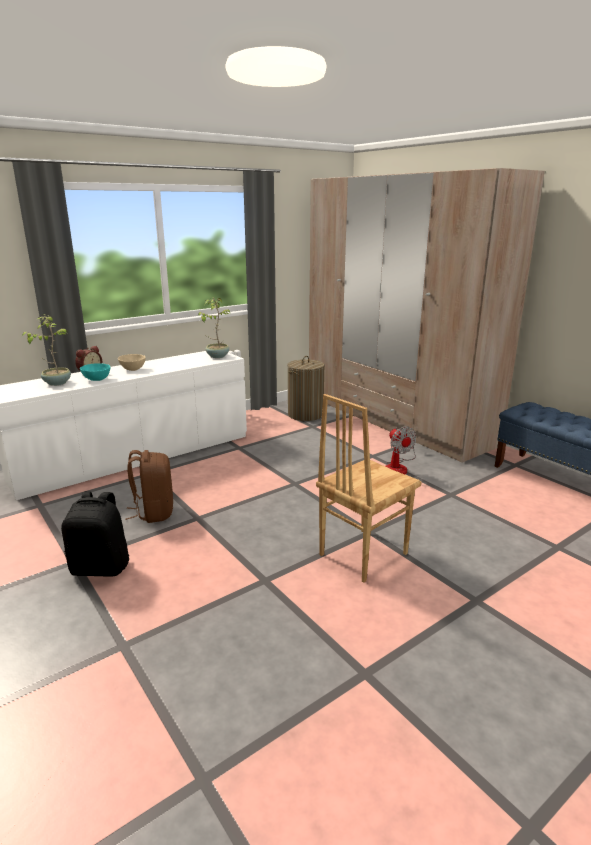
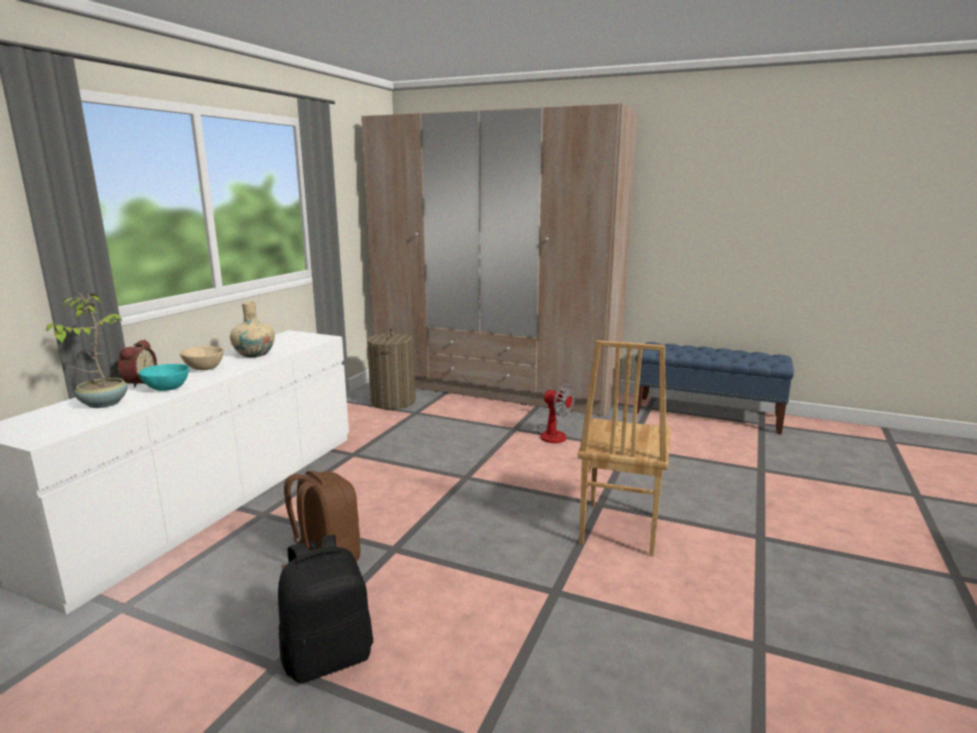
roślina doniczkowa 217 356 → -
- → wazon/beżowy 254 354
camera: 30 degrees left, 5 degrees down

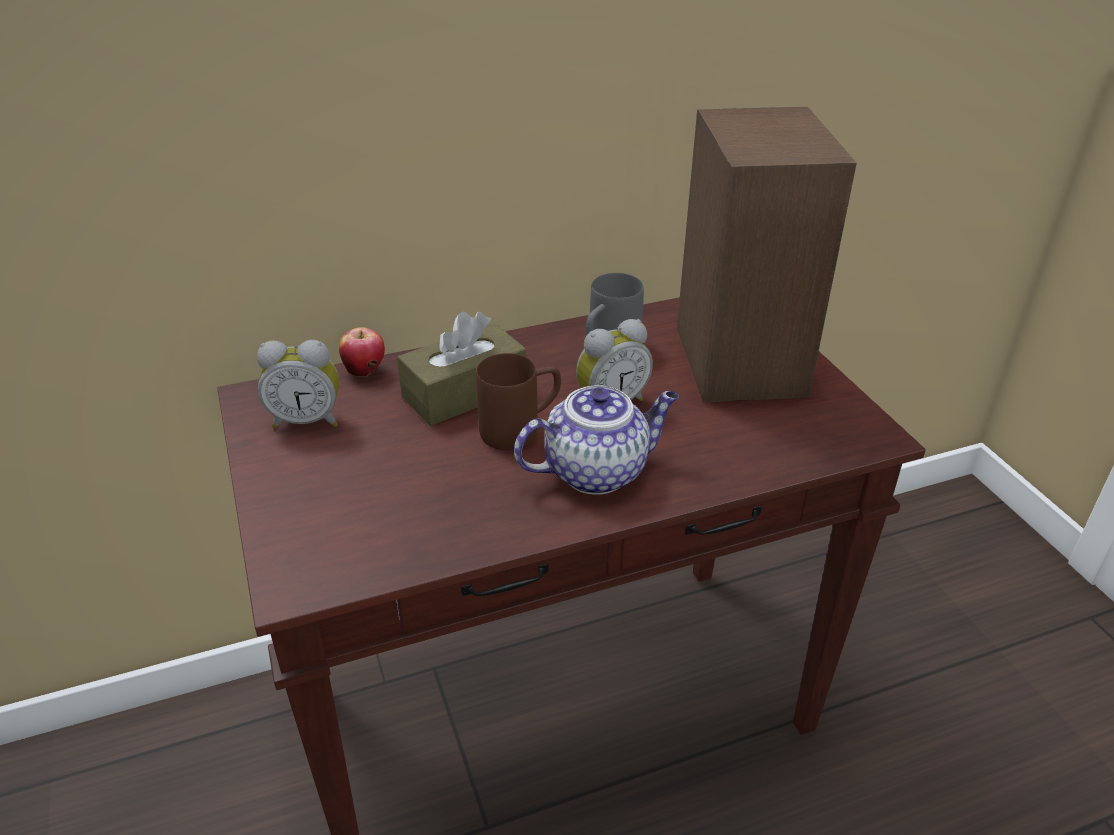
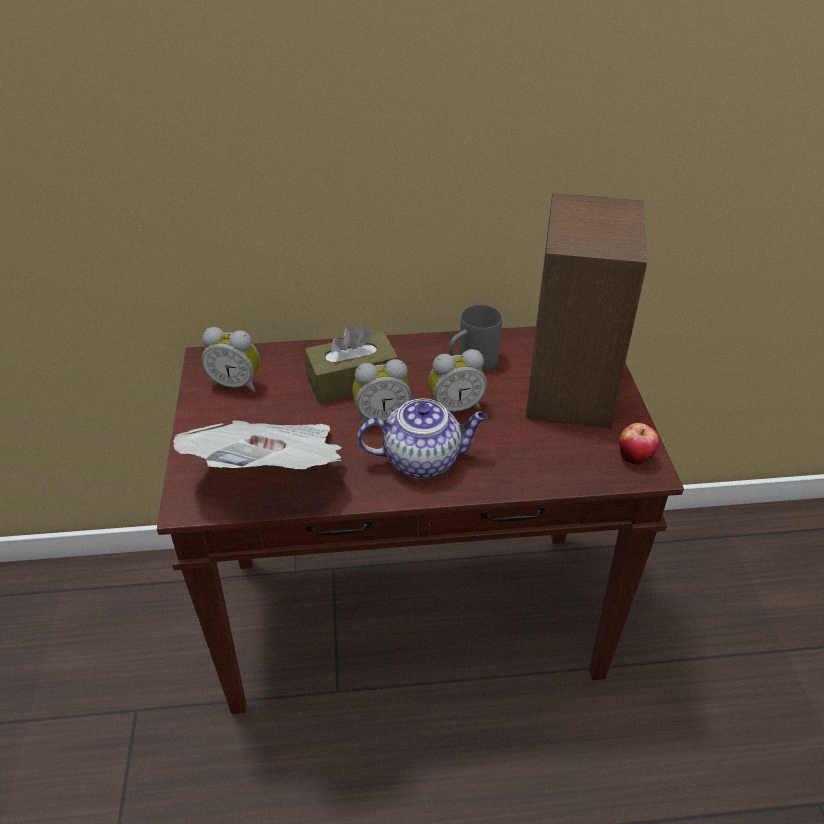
jabłko 365 371 → jabłko 635 458, shifted
kubek/brązowy 521 429 → budzik 382 417
- → gazeta 272 473
camera: 15 degrees right, 5 degrees up

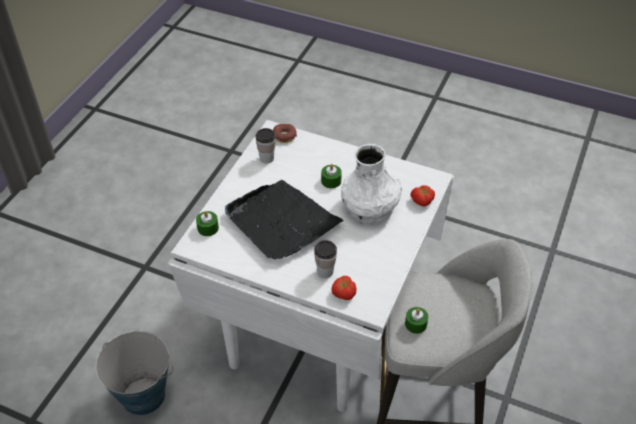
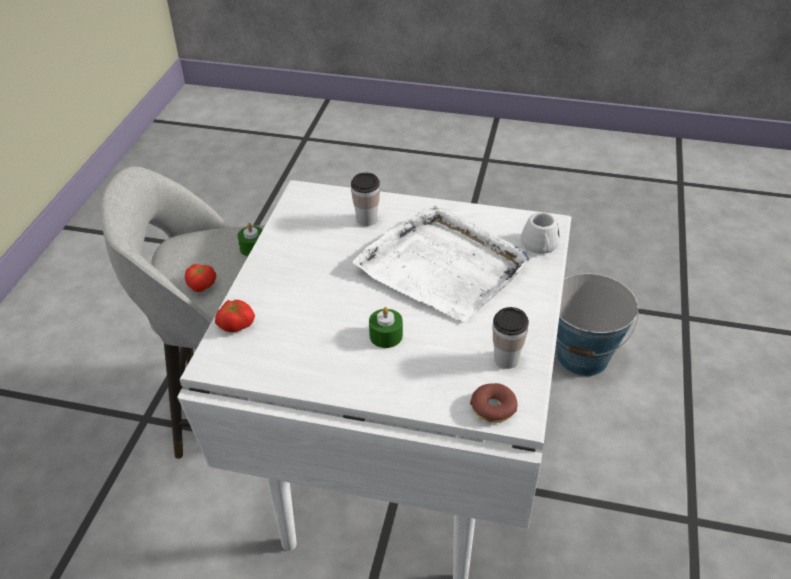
wazon/biały 370 207 → -
taca/czarny 281 222 → taca/biały 443 266
świeca/zielony 208 228 → kubek/biały 540 246
pomidor 343 293 → pomidor 202 285, shifted
camera: 170 degrees right, 5 degrees down

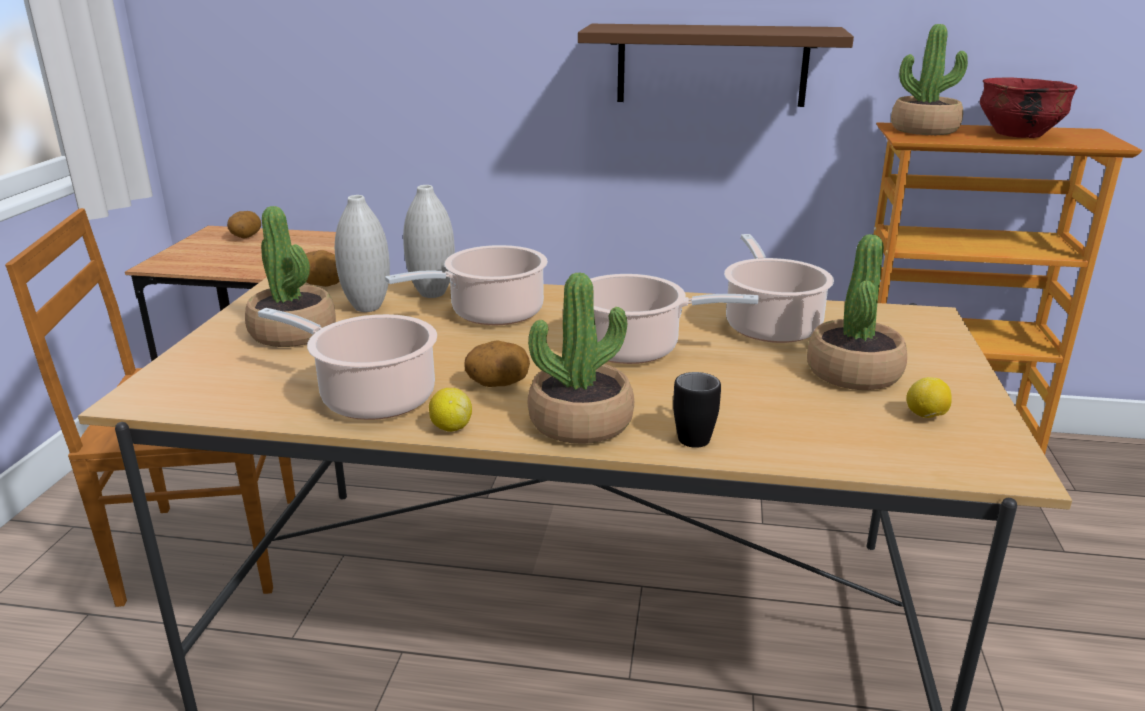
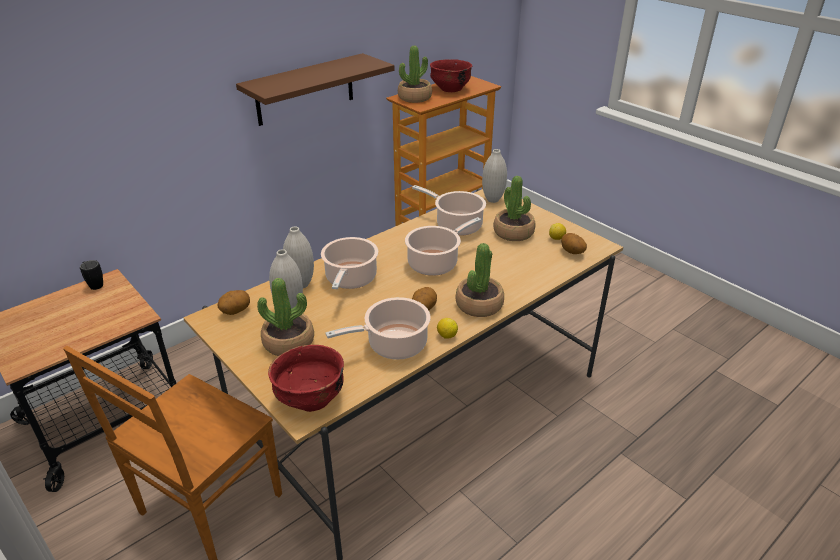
ziemniak 246 237 → ziemniak 572 252, shifted
kubek/czarny 693 434 → kubek/czarny 94 284, shifted
- → wazon/biały 493 200
- → miska/czerwony 310 399
camera: 50 degrees left, 10 degrees up

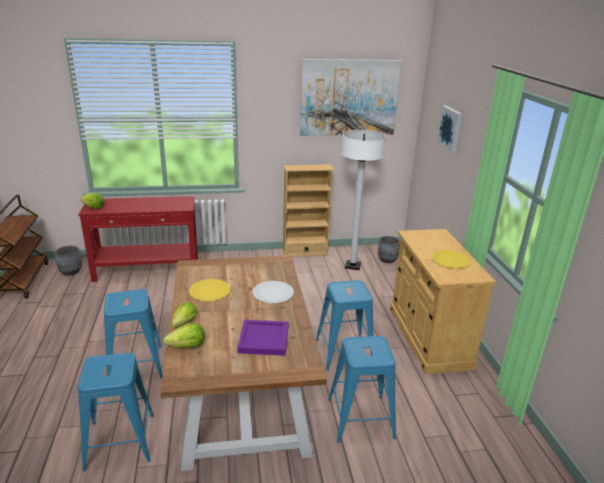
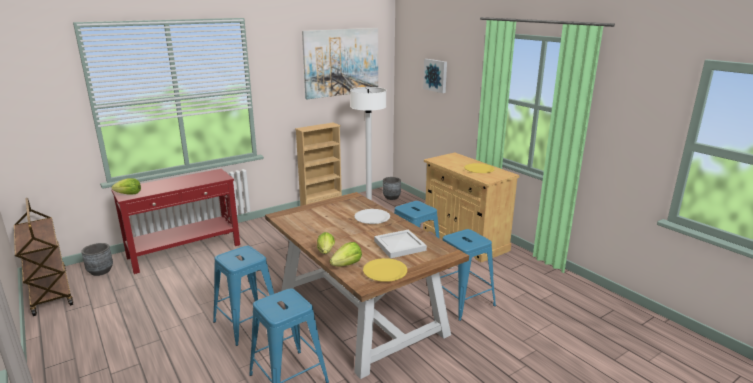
talerz/żółty 210 291 → talerz/żółty 385 271, shifted
taca/fioletowy 264 339 → taca/biały 400 245
camera: 25 degrees left, 5 degrees down

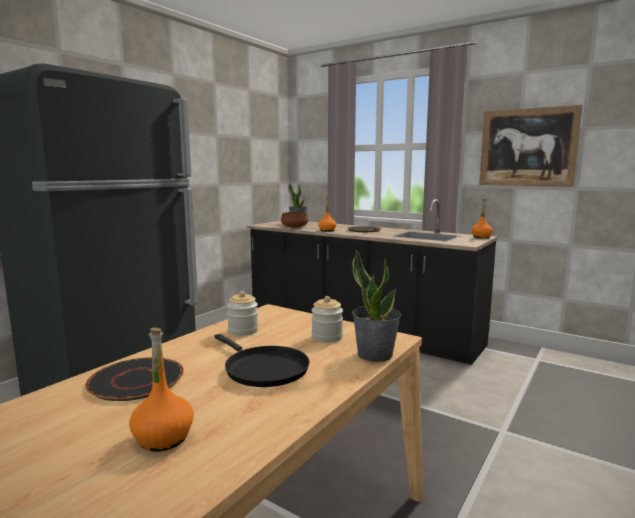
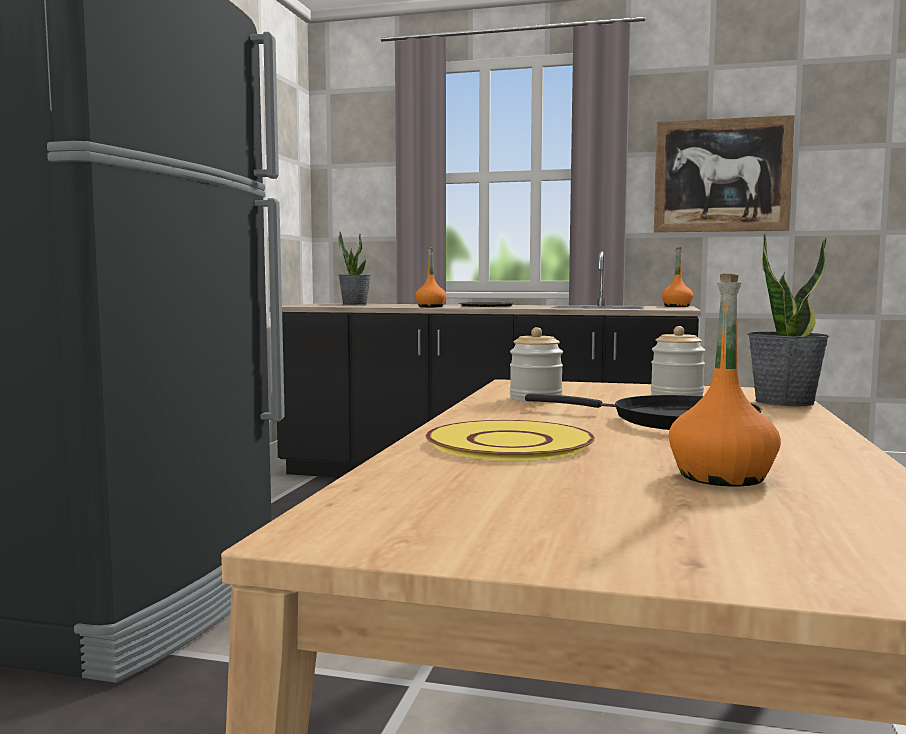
garnek/brązowy 294 227 → -
talerz/czarny 137 380 → talerz/żółty 510 443
camera: 20 degrees left, 5 degrees down

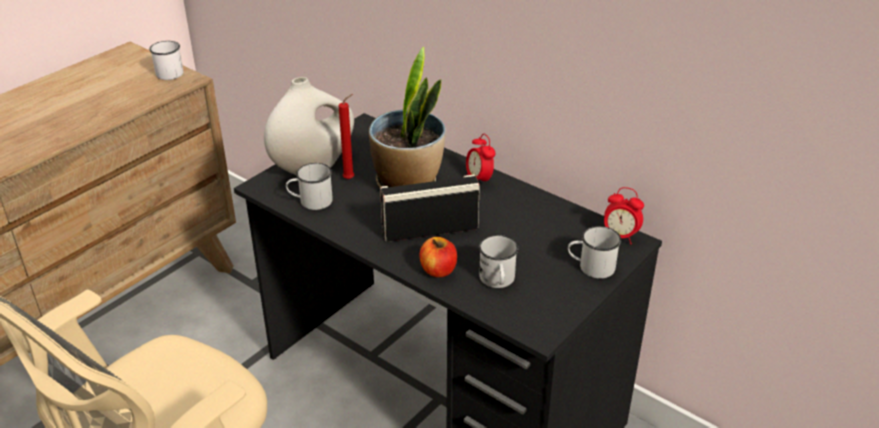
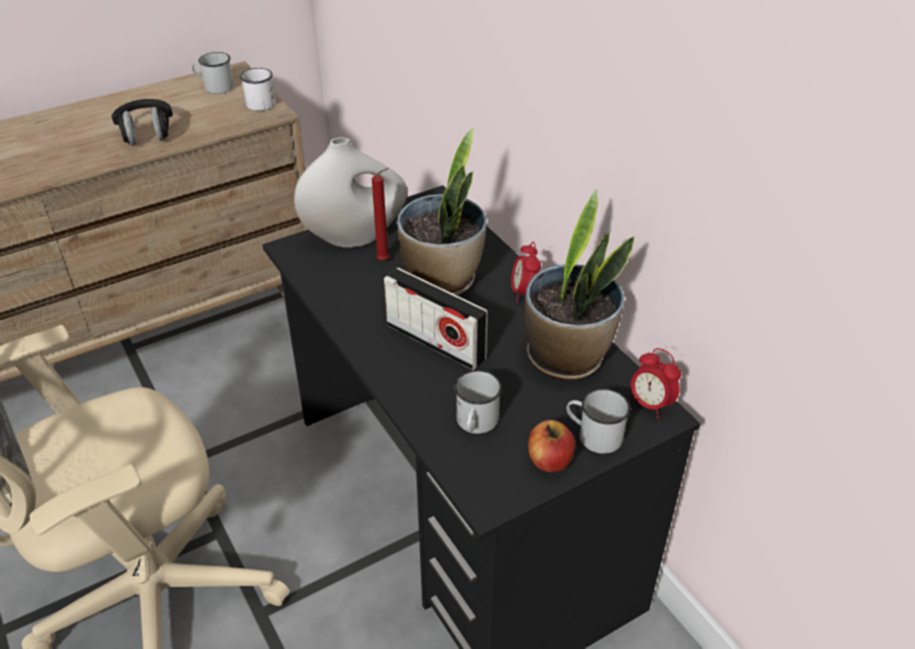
kubek/biały 311 201 → kubek/biały 215 87, shifted
radio 430 230 → radio 435 342, 150 degrees counterclockwise
jabłko 438 270 → jabłko 550 460, shifted
- → słuchawki/czarny 146 133
- → roślina doniczkowa 567 357
camera: 20 degrees right, 5 degrees up

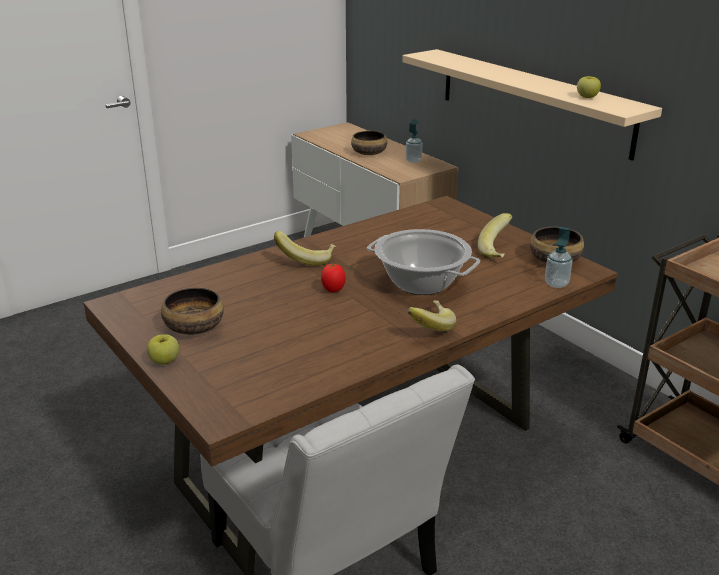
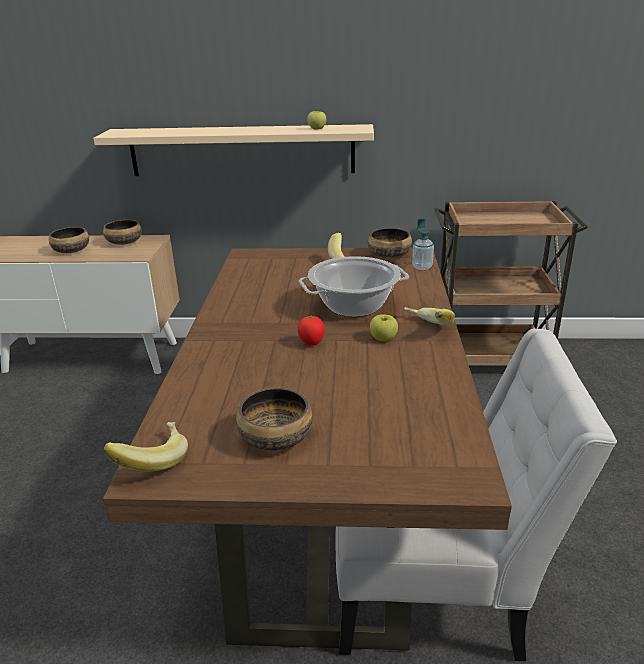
dozownik mydła 413 160 → miska 124 242
banan 306 259 → banan 152 461, shifted
jabłko 165 361 → jabłko 383 338, shifted
camera: 50 degrees left, 0 degrees up

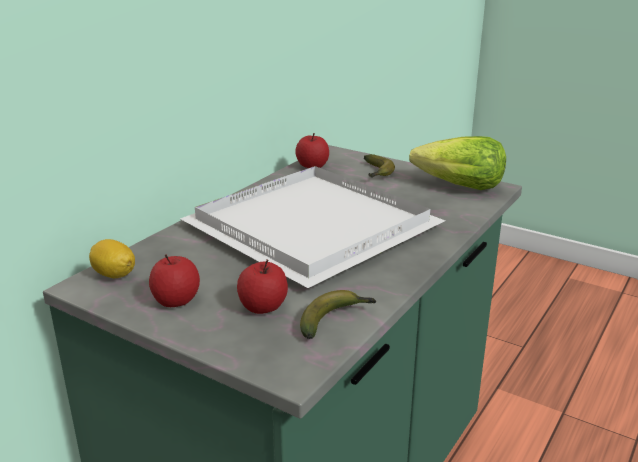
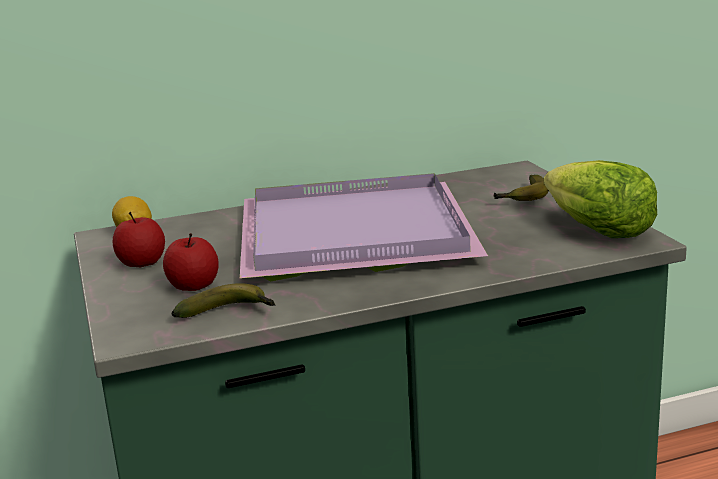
jabłko 312 166 → -
taca/biały 312 230 → taca/fioletowy 350 236
camera: 40 degrees right, 5 degrees down

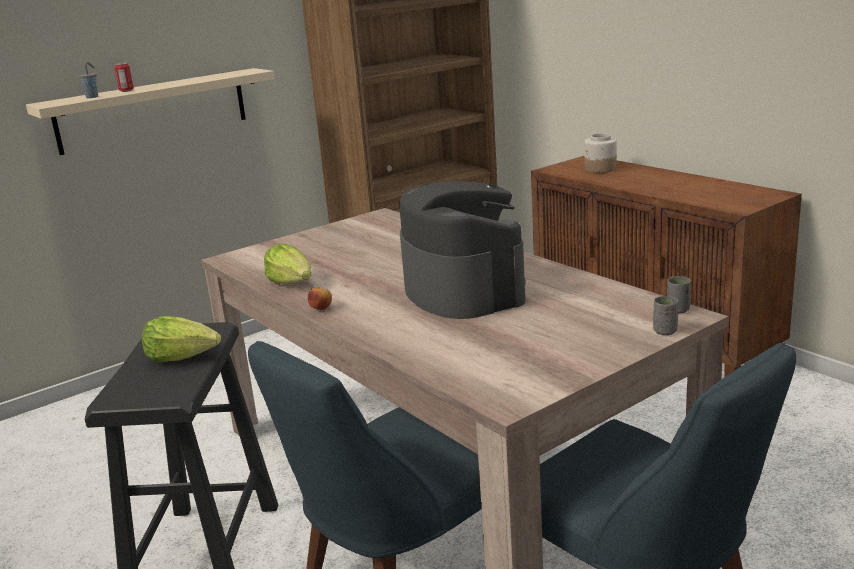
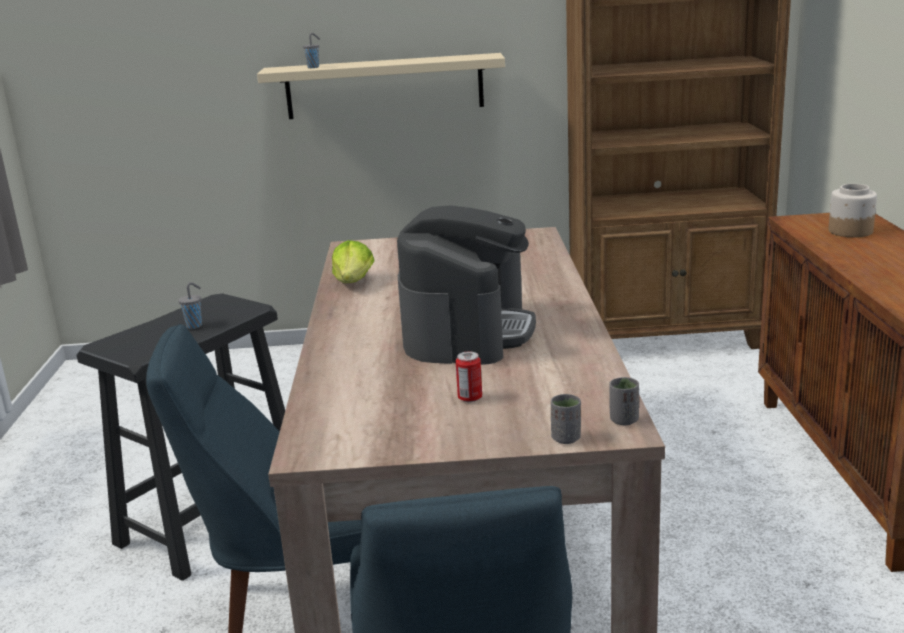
puszka 126 91 → puszka 470 398, shifted
jabłko 321 309 → -
sałata 183 357 → filiżanka/szary 195 325
camera: 35 degrees right, 0 degrees up

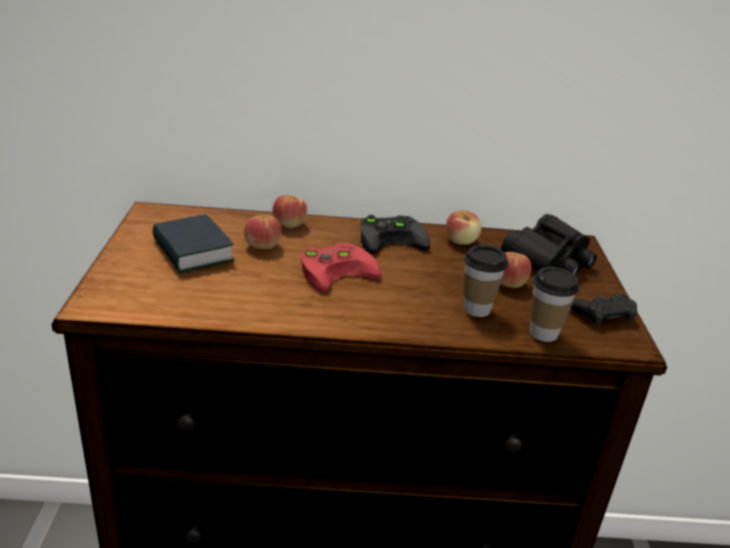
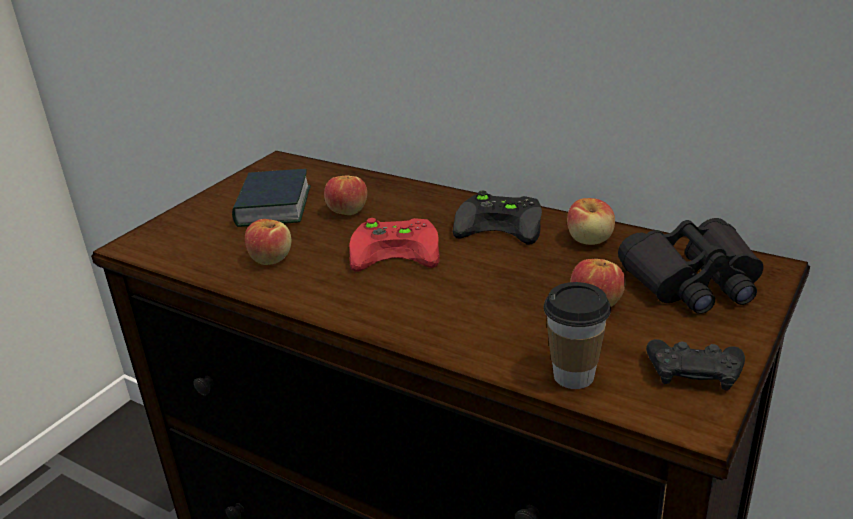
jabłko 289 224 → jabłko 271 258, shifted
filiżanka 477 309 → -
camera: 35 degrees right, 0 degrees up

